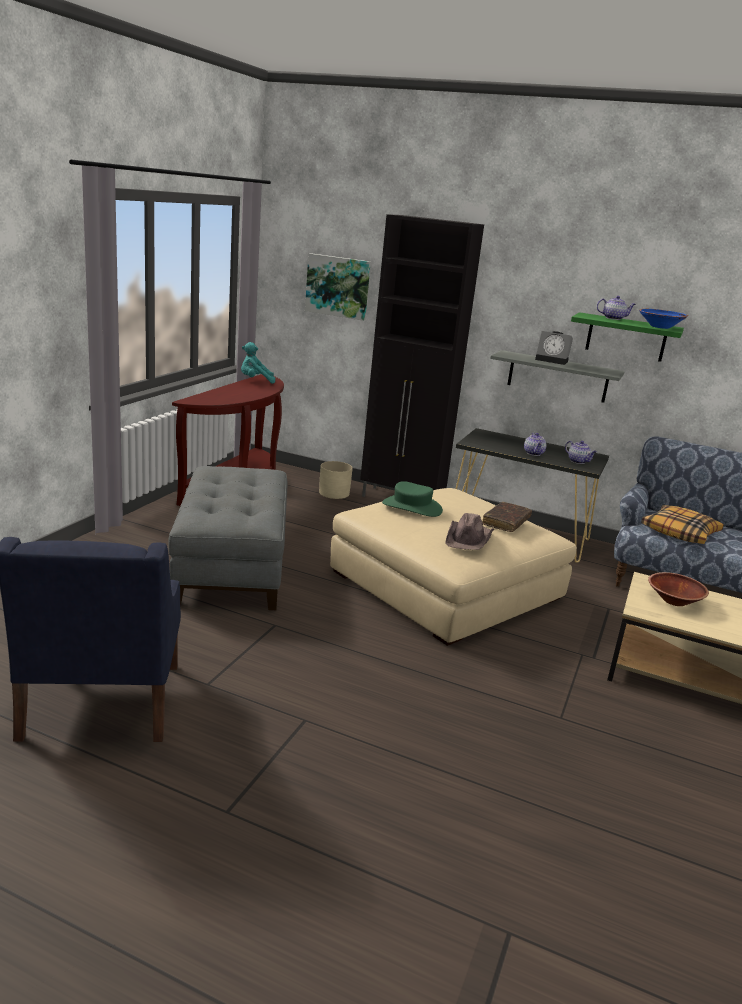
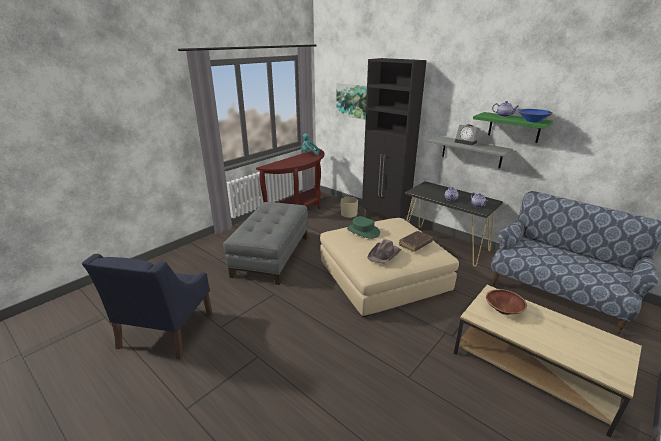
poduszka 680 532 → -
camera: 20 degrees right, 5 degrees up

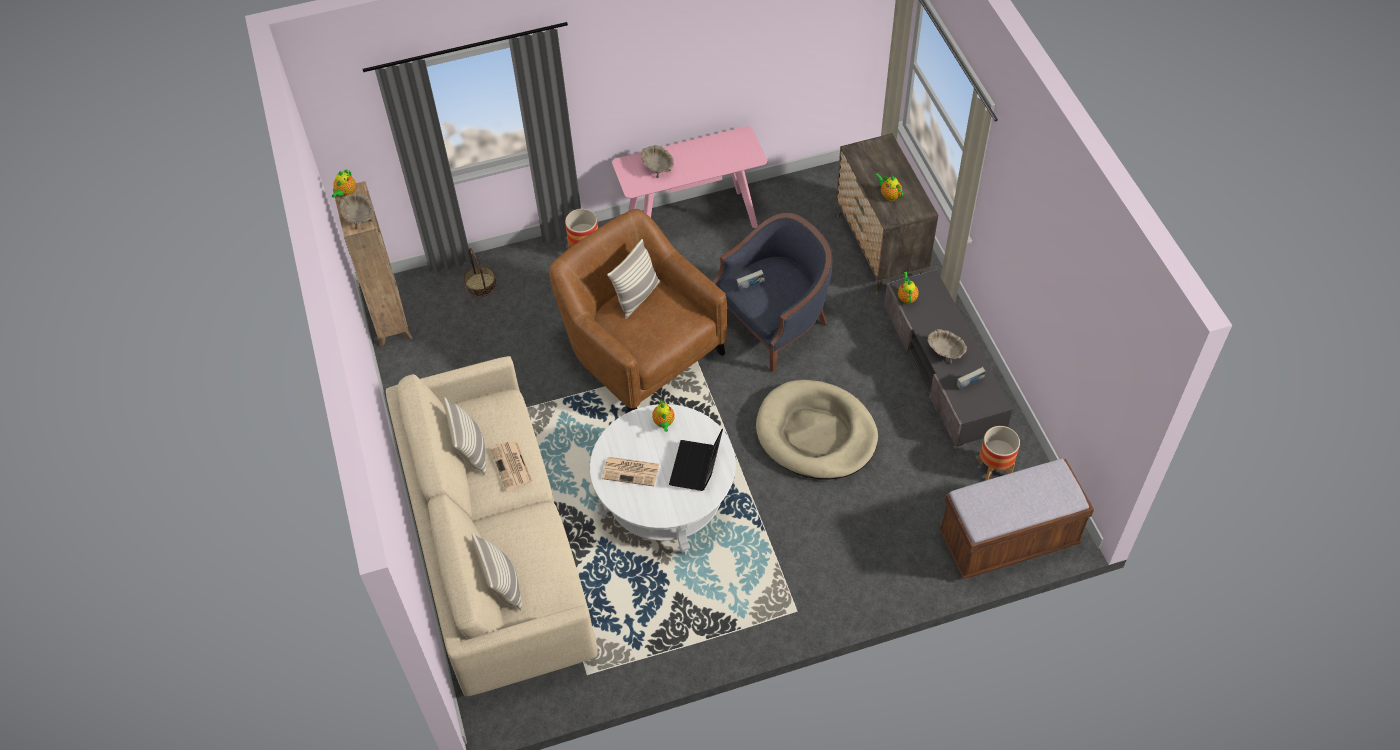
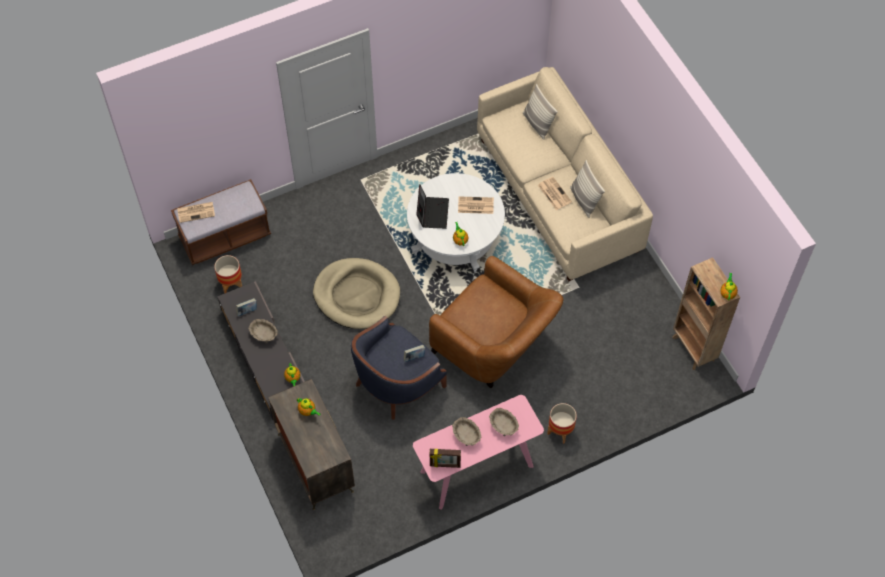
miska/beżowy 359 218 → miska/beżowy 466 436, shifted
poduszka 637 297 → -
koszyk 480 284 → -
- → gazeta 196 212
- → ramka na zdjęcie 445 465
camera: 170 degrees right, 5 degrees up

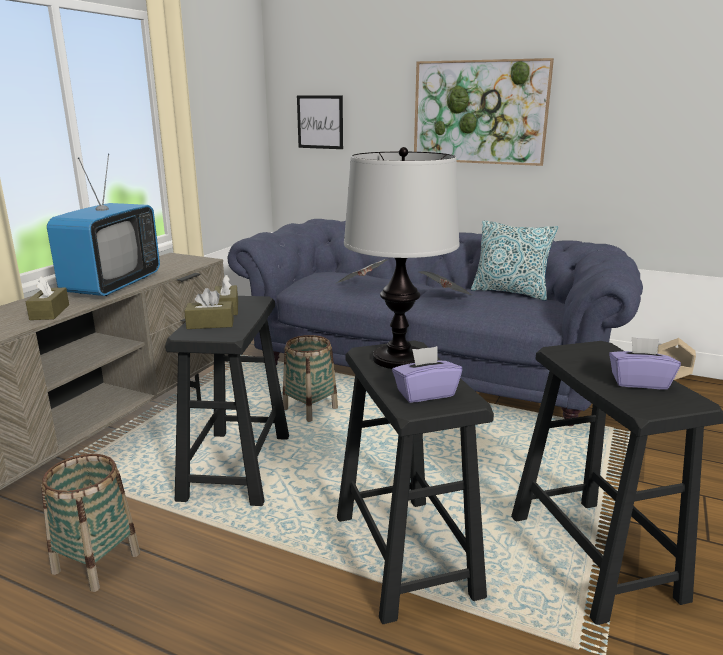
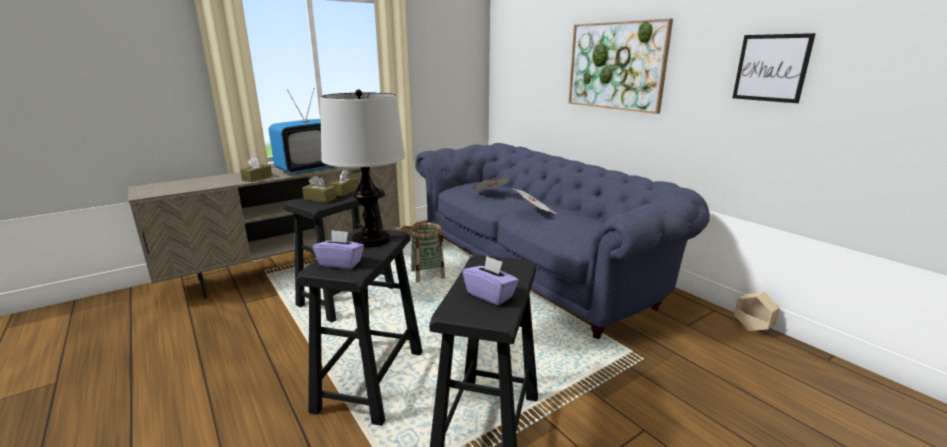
obraz 320 122 → obraz 771 68, shifted
poduszka 510 292 → -
koszyk 96 563 → -
camera: 30 degrees right, 0 degrees up

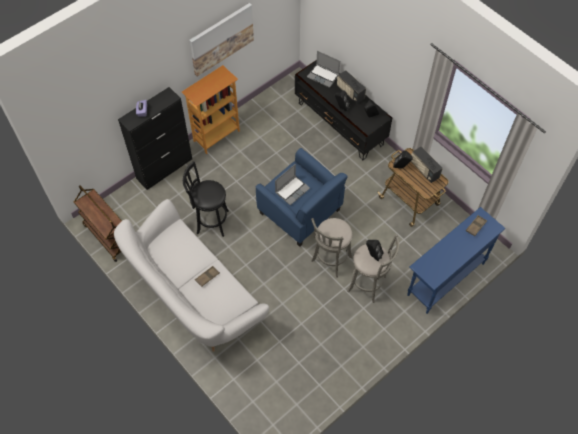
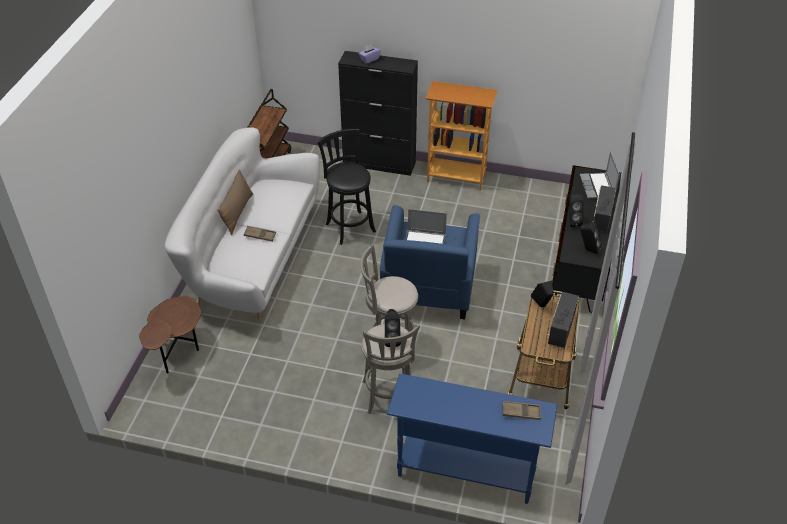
obraz 221 39 → -
- → poduszka/brązowy 237 213
- → stolik/brązowy 177 353
camera: 55 degrees right, 15 degrees down

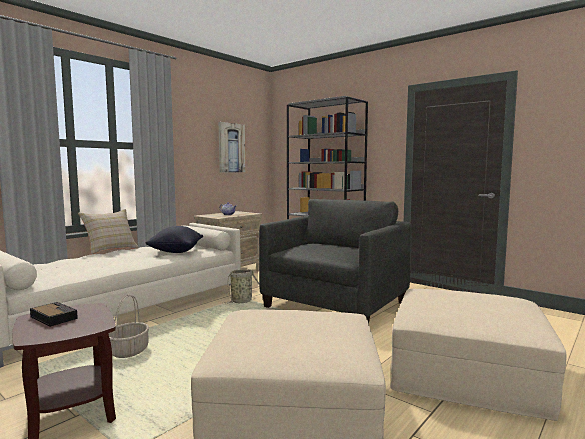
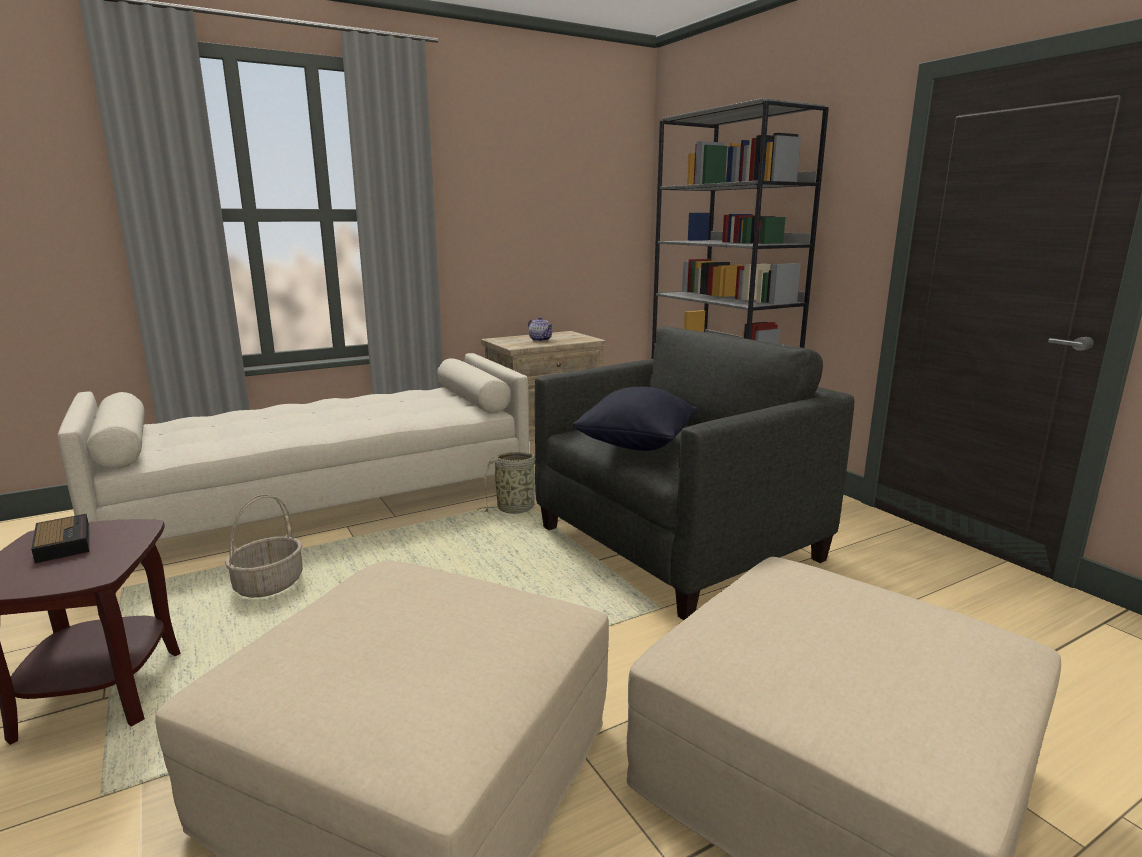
obraz 231 148 → -
poduszka/beżowy 110 250 → -
poduszka/czarny 176 252 → poduszka/czarny 636 445, shifted
camera: 20 degrees right, 10 degrees up

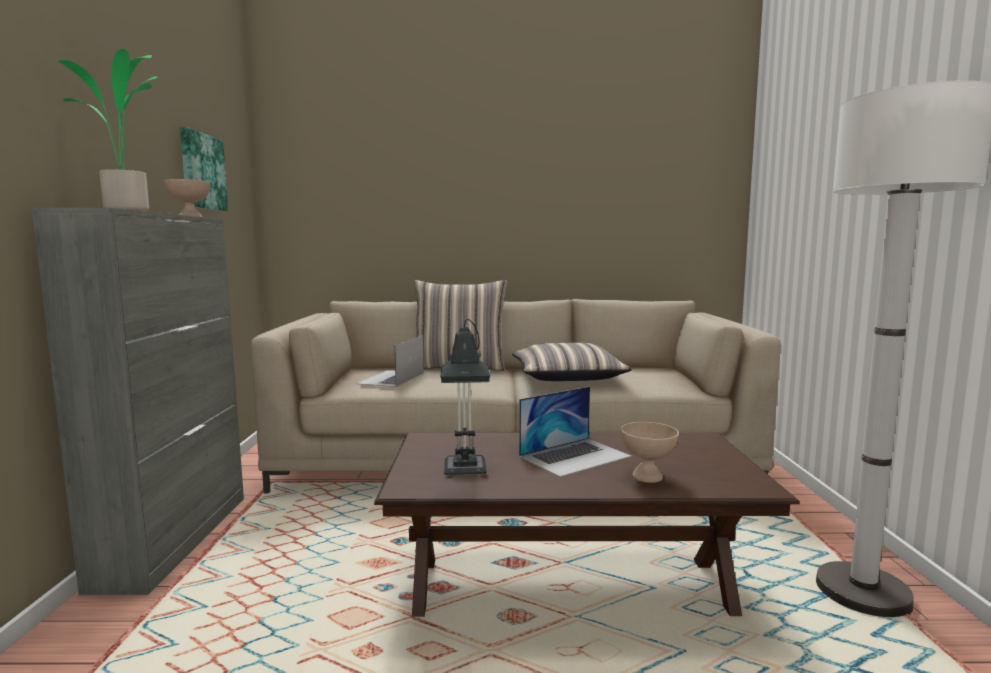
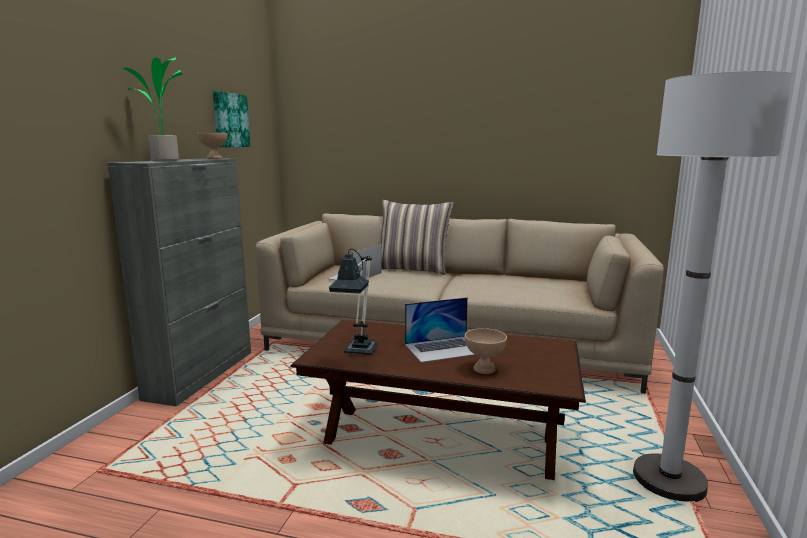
poduszka 567 376 → -
camera: 15 degrees right, 5 degrees up

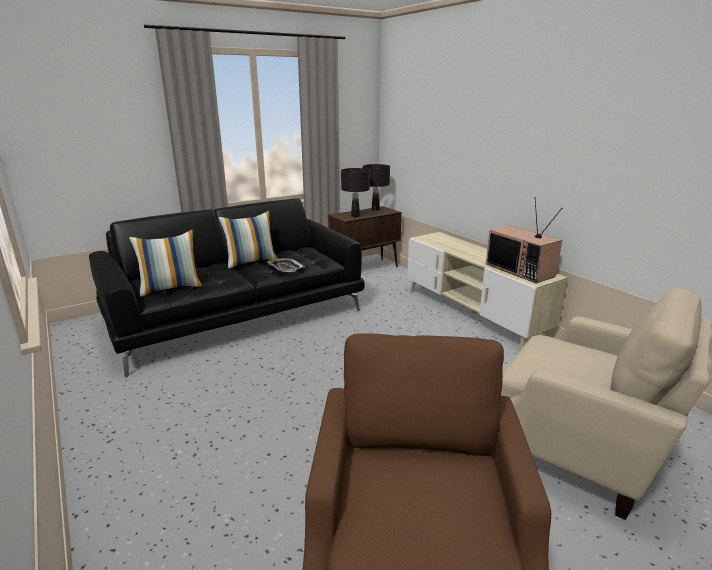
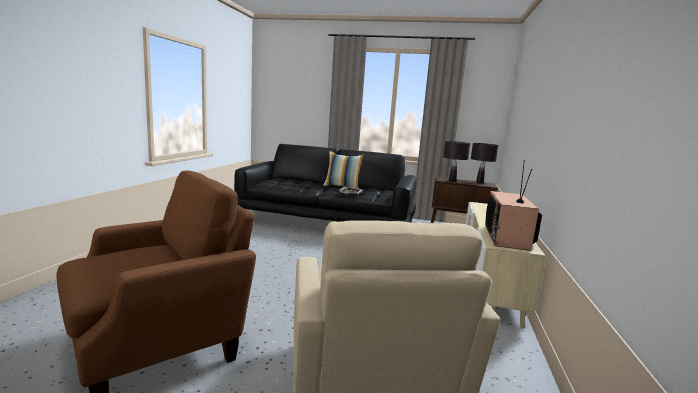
poduszka 171 288 → -
camera: 45 degrees right, 10 degrees down

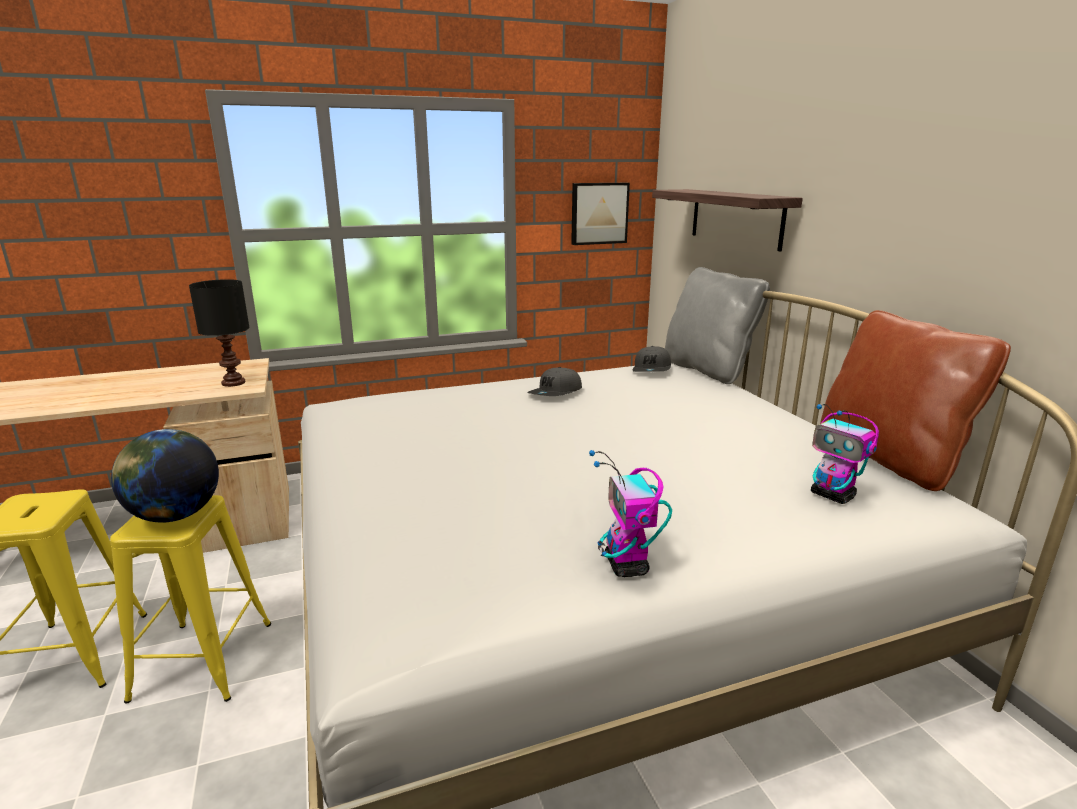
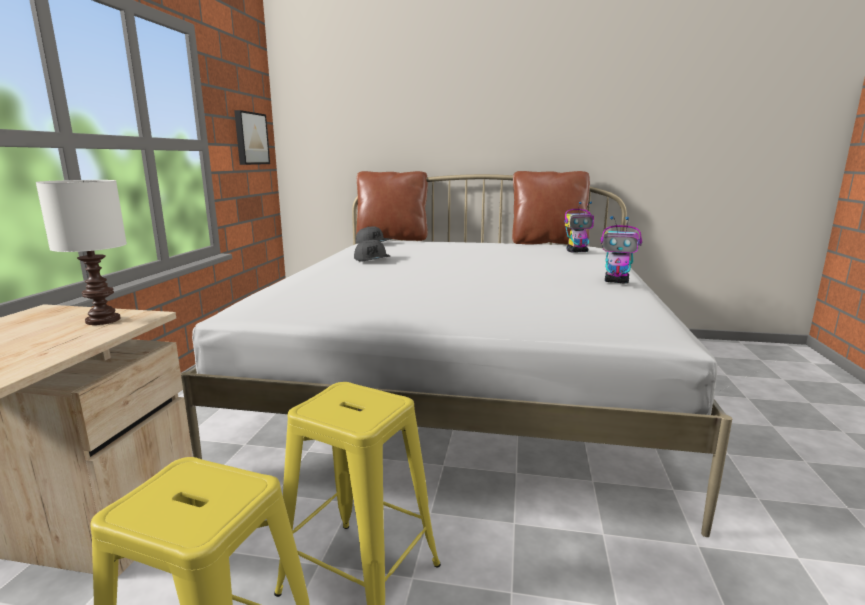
półka 735 218 → -
poduszka/szary 708 370 → poduszka/brązowy 392 239
lampa stołowa/czarny 232 383 → lampa stołowa/biały 102 321
globus 175 515 → -
camera: 60 degrees left, 5 degrees down

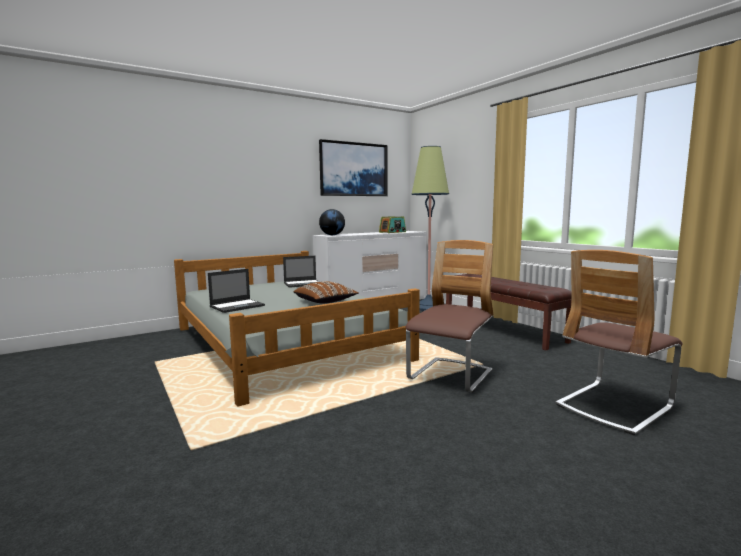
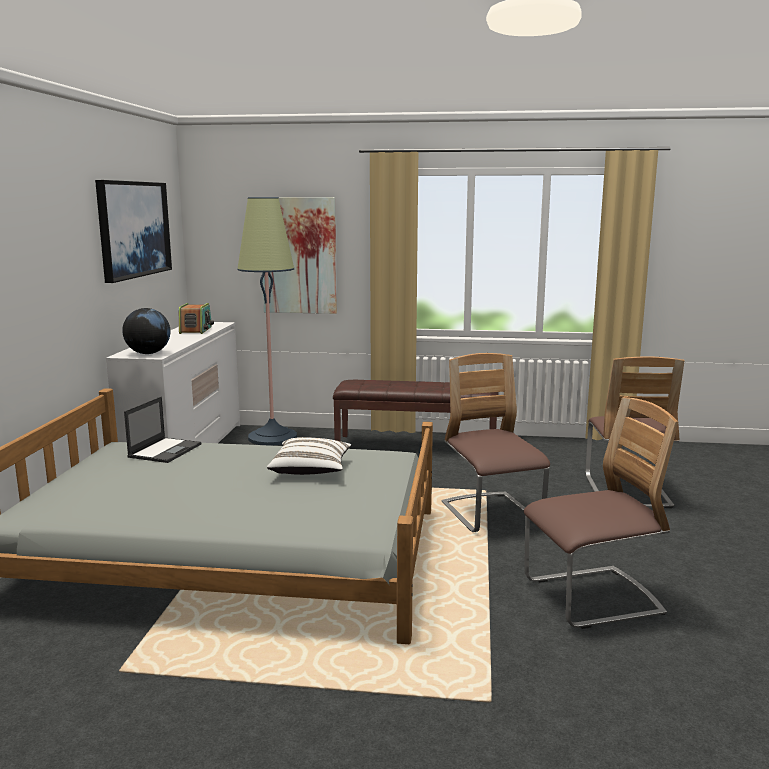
laptop 238 306 → -
poduszka/brązowy 325 302 → poduszka/biały 311 470
- → obraz 299 256
- → krzesło 592 598
camera: 50 degrees left, 5 degrees up

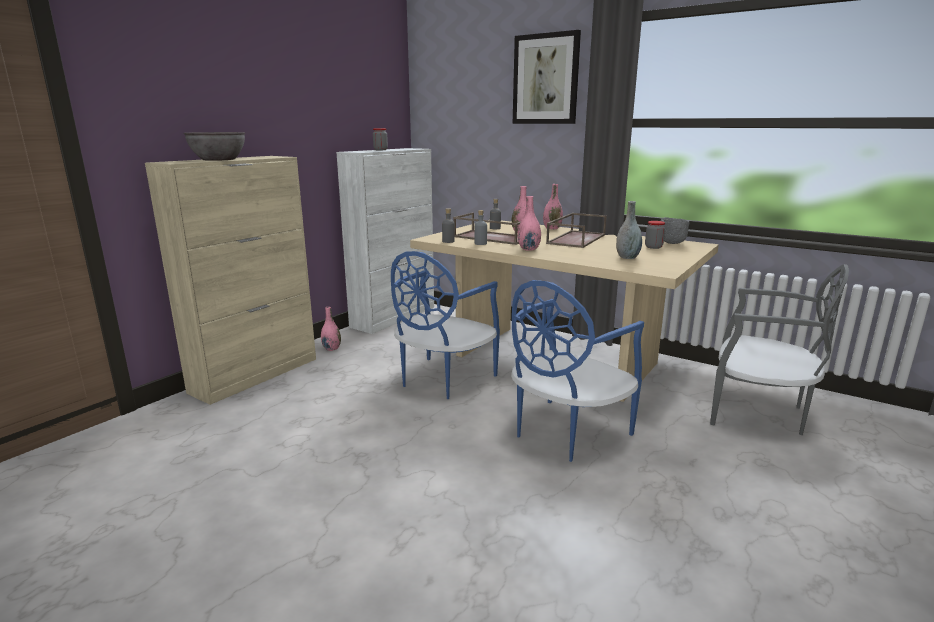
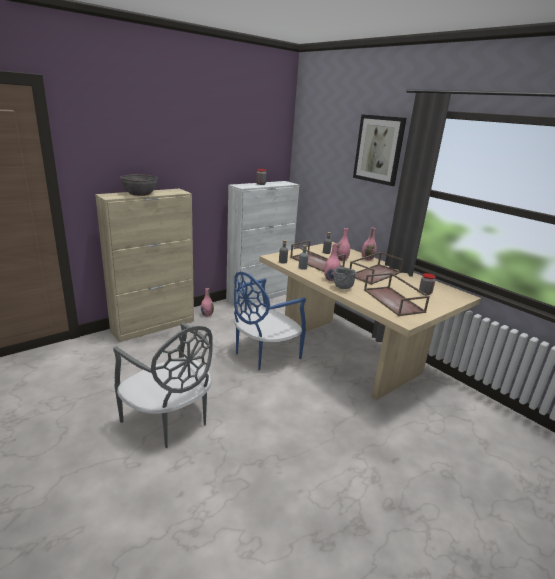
wazon/szary 627 257 → taca/brązowy 394 301
miska/szary 671 244 → miska/szary 342 288, shifted
krzesło/szary 758 412 → krzesło/szary 169 420, shifted
krzesło/niebieski 565 432 → -
camera: 15 degrees right, 5 degrees up

